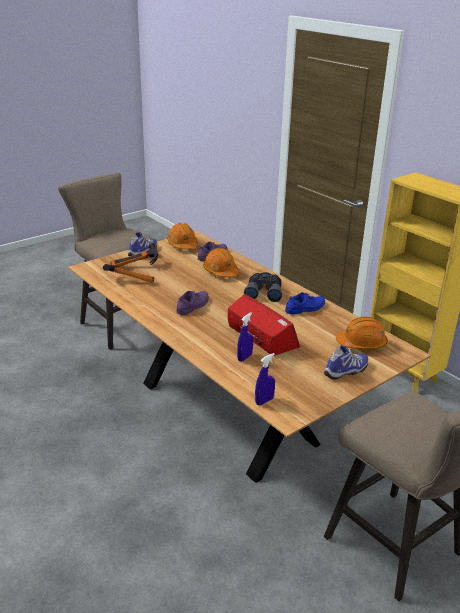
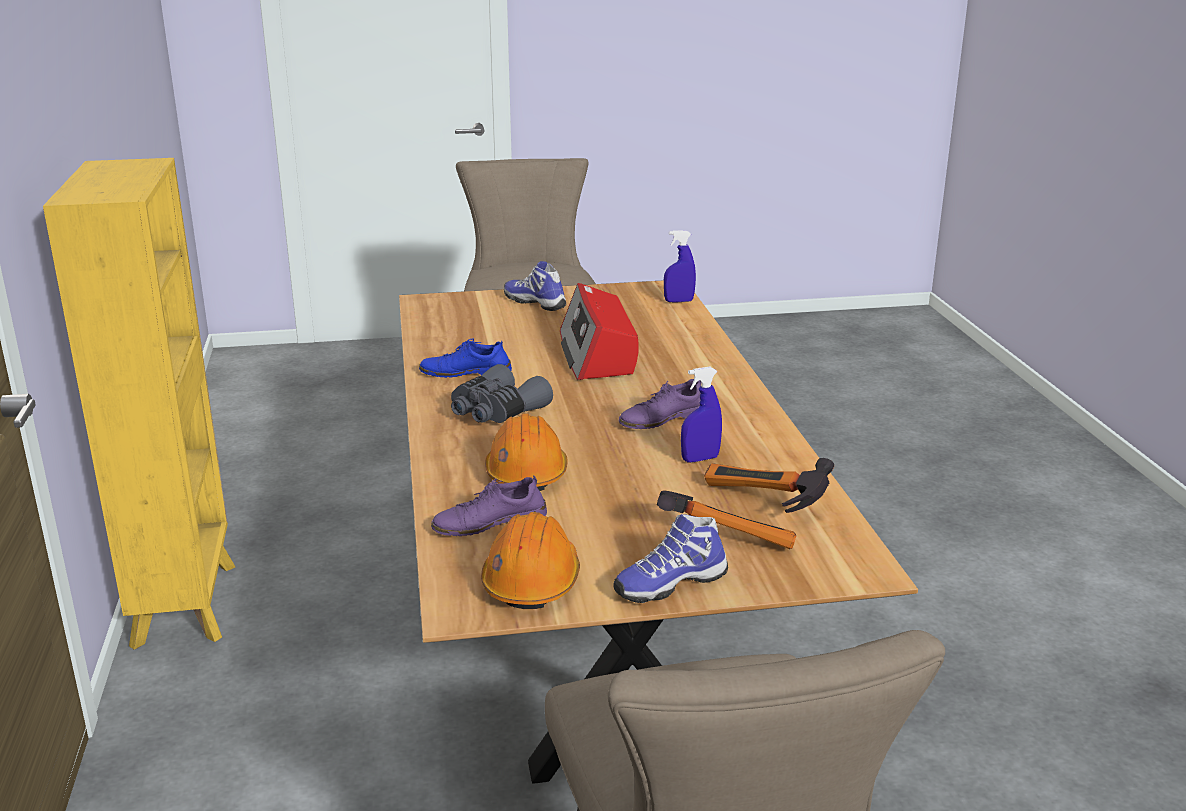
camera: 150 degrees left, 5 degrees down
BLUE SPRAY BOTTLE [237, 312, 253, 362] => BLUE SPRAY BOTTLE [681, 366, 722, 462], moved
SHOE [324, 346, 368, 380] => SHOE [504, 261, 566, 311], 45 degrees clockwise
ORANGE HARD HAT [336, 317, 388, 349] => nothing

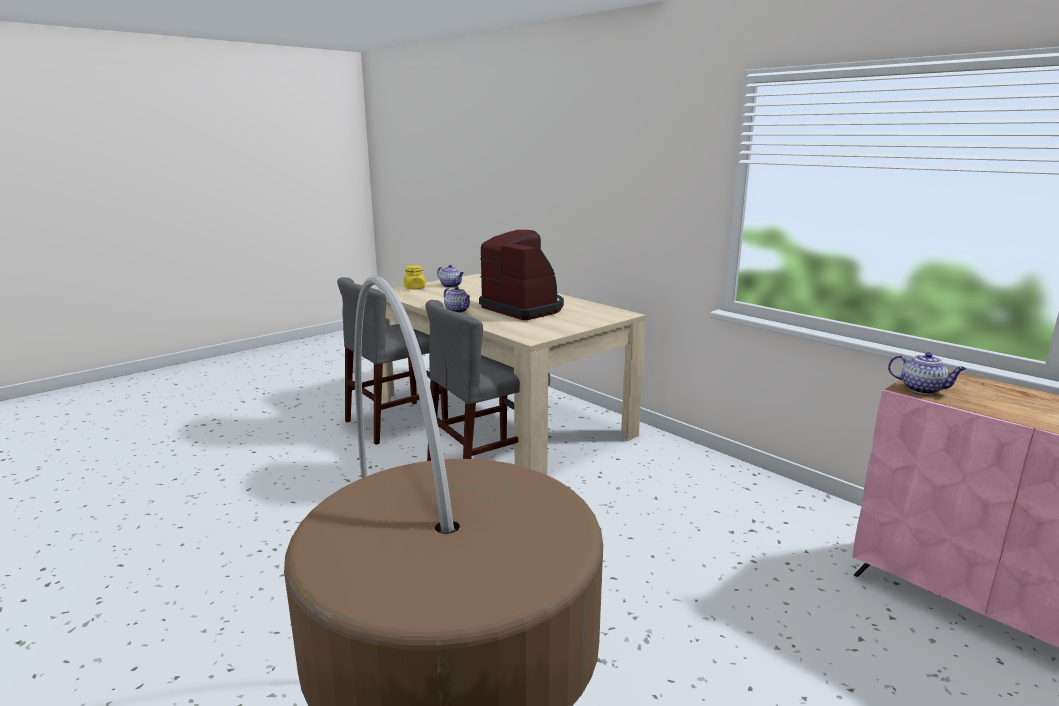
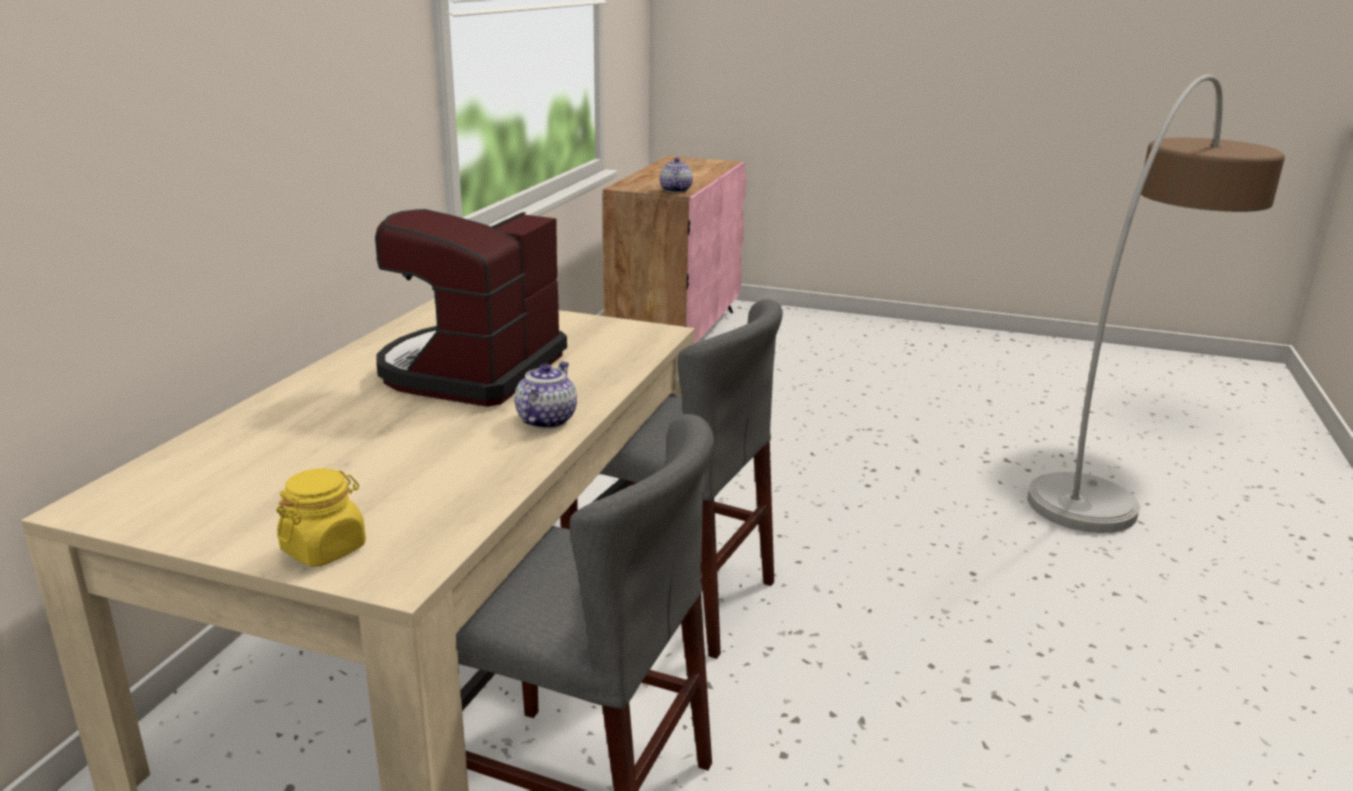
camera: 120 degrees left, 5 degrees up
TEAPOT [437, 265, 464, 288] => nothing

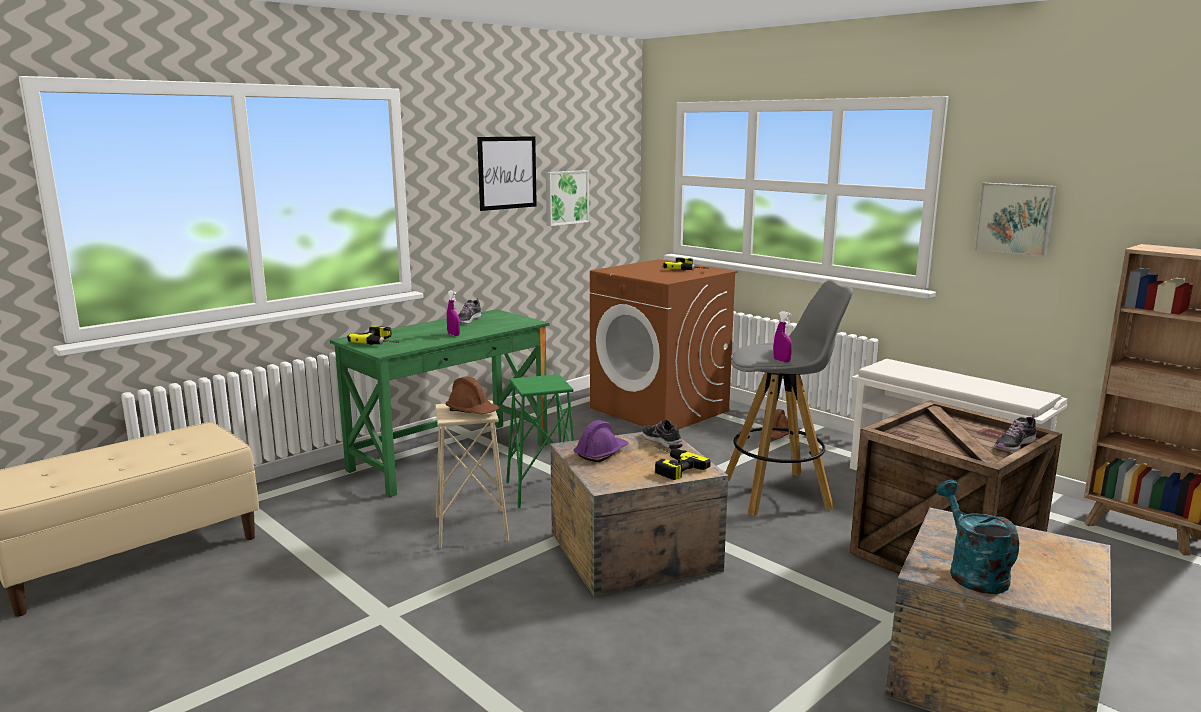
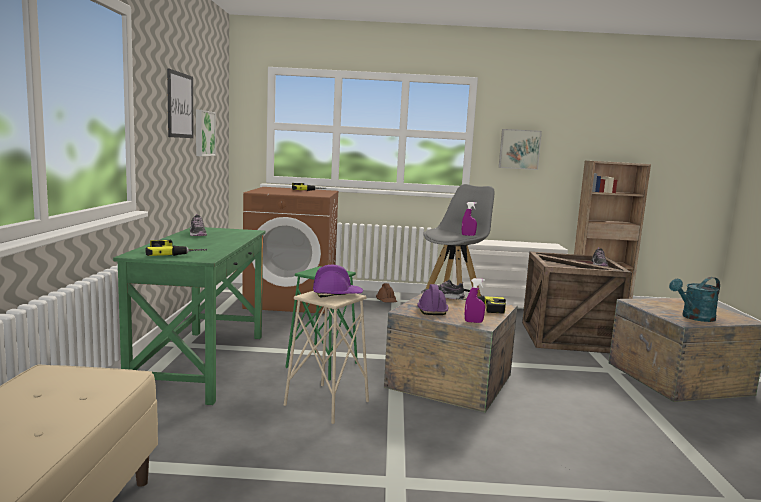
camera: 45 degrees left, 5 degrees down
BROWN HARD HAT [445, 376, 500, 414] => PURPLE HARD HAT [313, 265, 363, 297]
PURPLE SPRAY BOTTLE [447, 291, 460, 336] => PURPLE SPRAY BOTTLE [465, 278, 485, 323], moved
TURQUOISE WATERING CAN [936, 480, 1019, 594] => TURQUOISE WATERING CAN [669, 277, 720, 322], 60 degrees counterclockwise

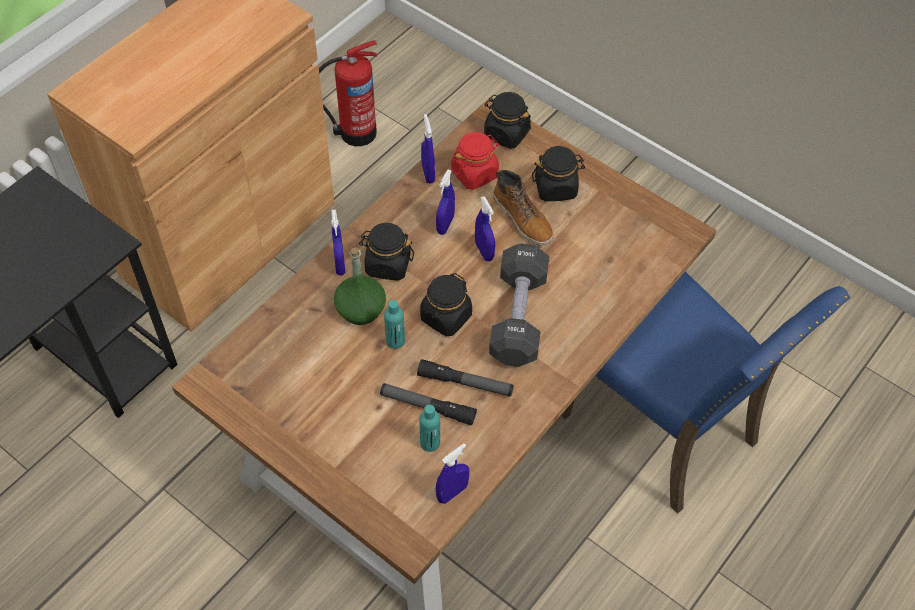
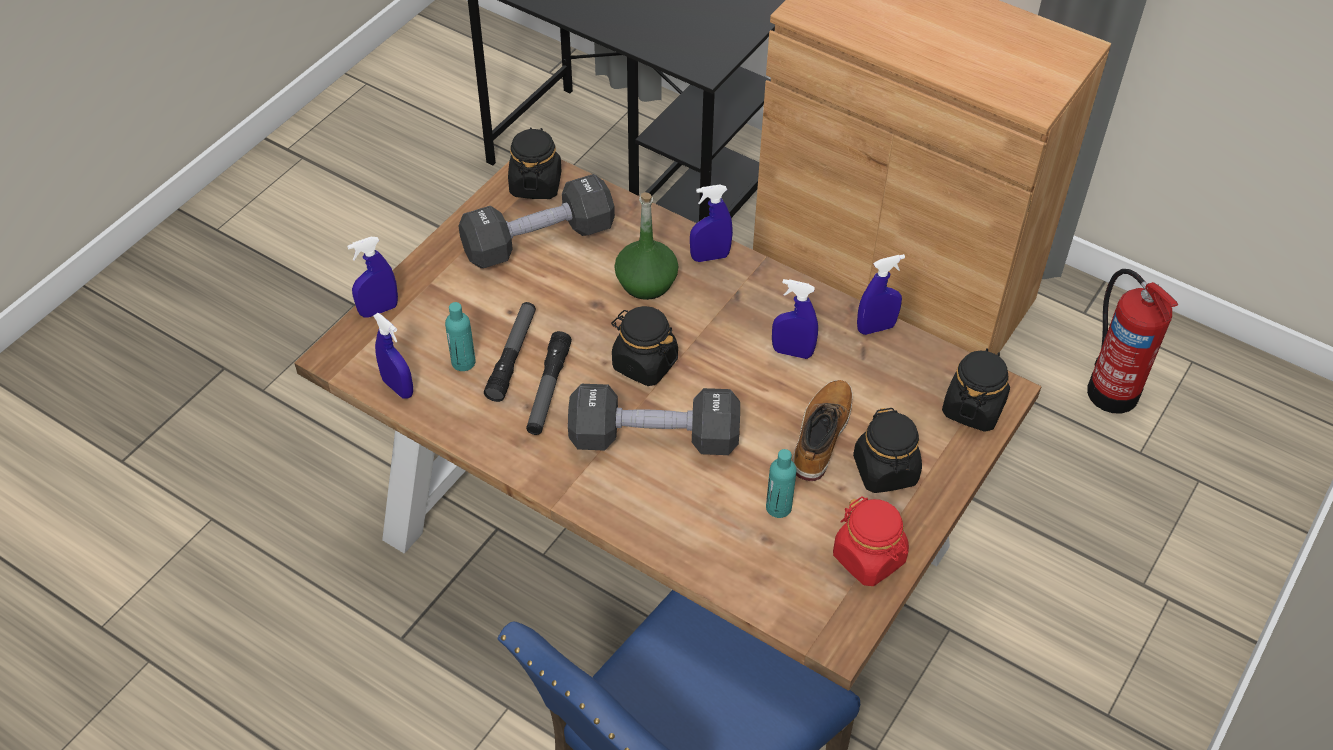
camera: 85 degrees right, 5 degrees down
BLACK JAR [359, 223, 414, 281] => BLACK JAR [508, 127, 562, 199], moved
TURQUOISE BOTTLE [384, 300, 405, 349] => TURQUOISE BOTTLE [766, 449, 797, 518], moved
RED JAR [451, 132, 500, 190] => RED JAR [833, 496, 909, 586], moved
BLUE SPRAY BOTTLE [475, 196, 495, 261] => BLUE SPRAY BOTTLE [347, 237, 398, 318], moved
BOOT [493, 169, 554, 245] => BOOT [792, 380, 853, 481], 150 degrees clockwise
nothing => BLACK DUMBBELL [458, 174, 615, 268]

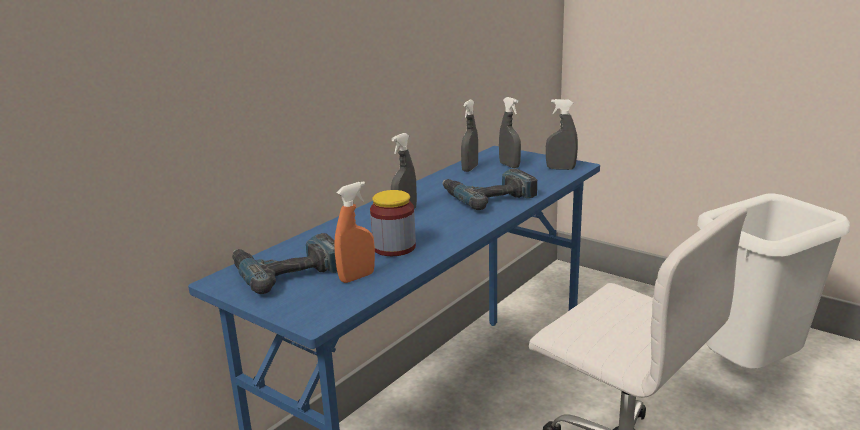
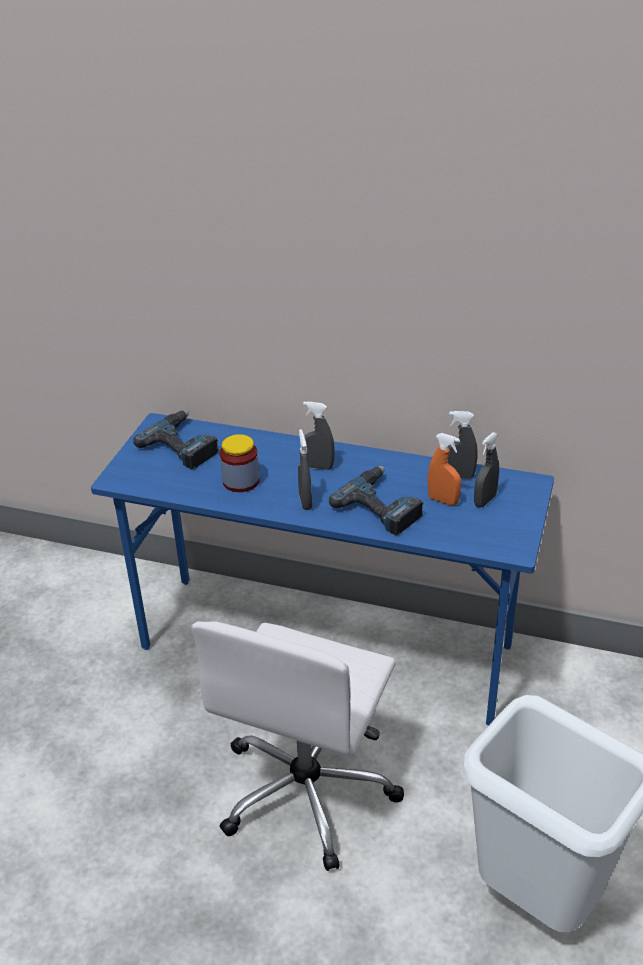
camera: 70 degrees right, 15 degrees up
ORANGE SPRAY BOTTLE [334, 181, 375, 283] => ORANGE SPRAY BOTTLE [428, 433, 461, 505], moved
GREY SPRAY BOTTLE [546, 99, 578, 170] => GREY SPRAY BOTTLE [298, 429, 312, 510], moved

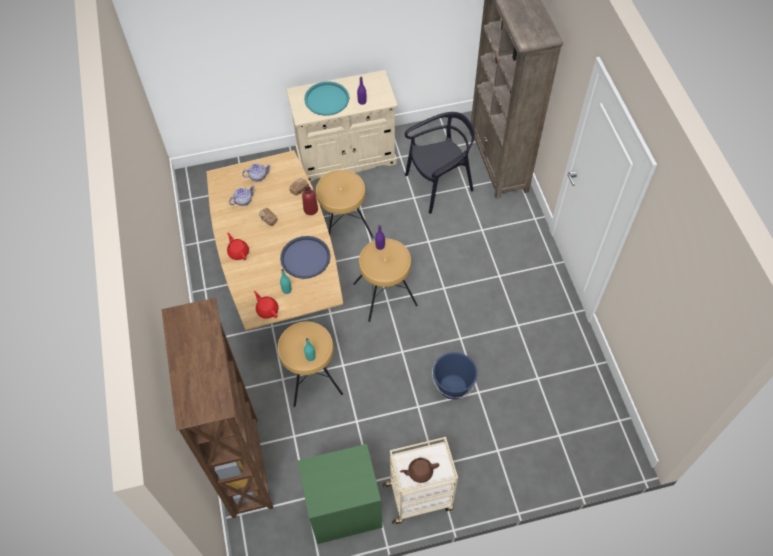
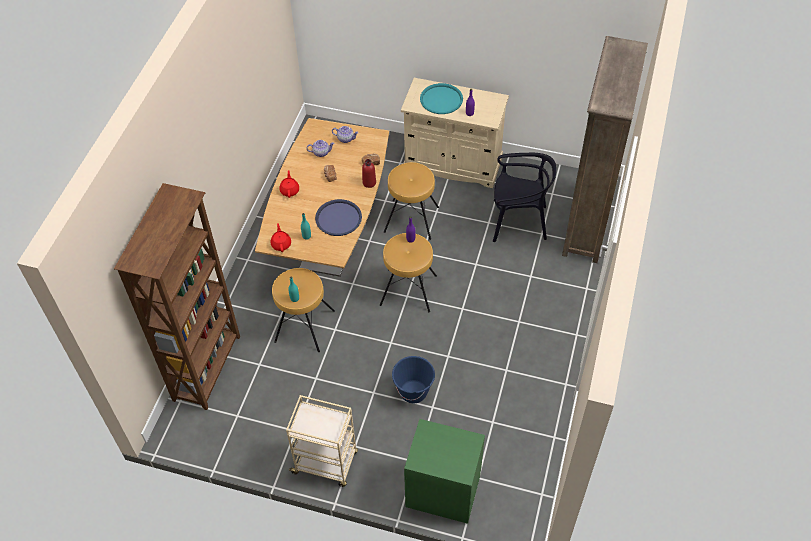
camera: 30 degrees right, 5 degrees down
GREEN NIGHTSTAND [298, 444, 383, 544] => GREEN NIGHTSTAND [404, 419, 485, 524], moved
BROWN TEAPOT [400, 458, 439, 483] => nothing

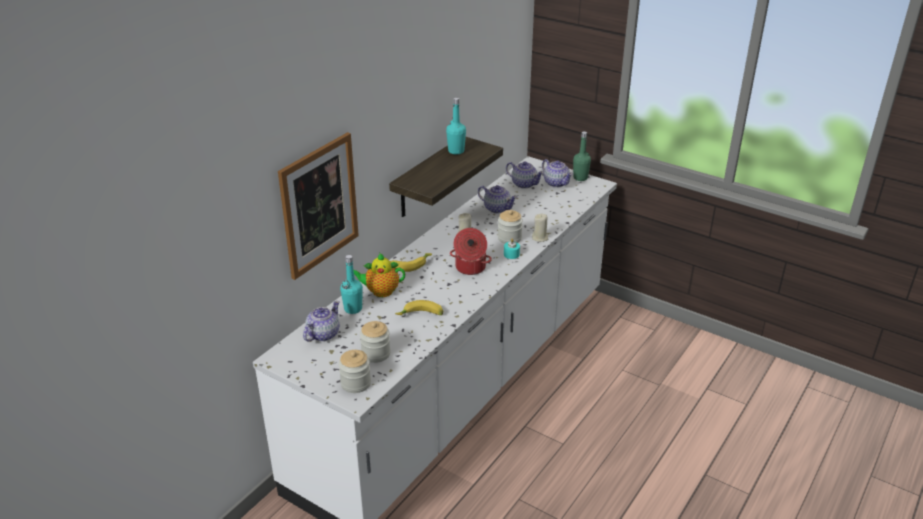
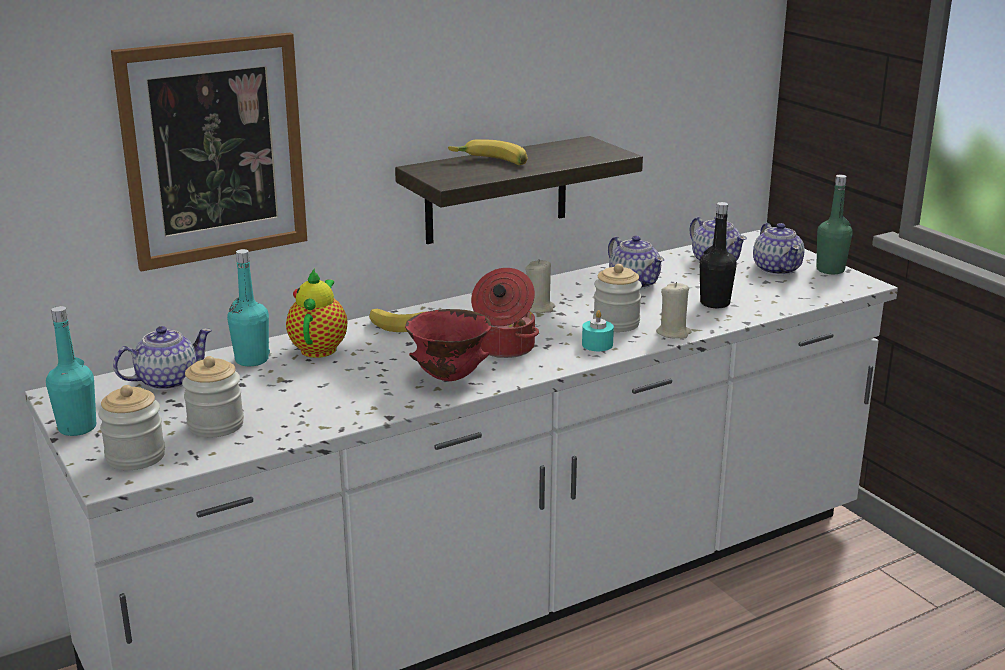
camera: 25 degrees right, 10 degrees down
TEAPOT [354, 253, 405, 297] => TEAPOT [286, 269, 347, 358], 75 degrees clockwise
BANANA [395, 300, 443, 315] => BANANA [448, 139, 528, 165], moved
TURQUOISE BOTTLE [446, 97, 466, 155] => TURQUOISE BOTTLE [46, 306, 96, 436], moved
nothing => RED BOWL [405, 309, 492, 381]
nothing => BLACK BOTTLE [700, 202, 737, 308]

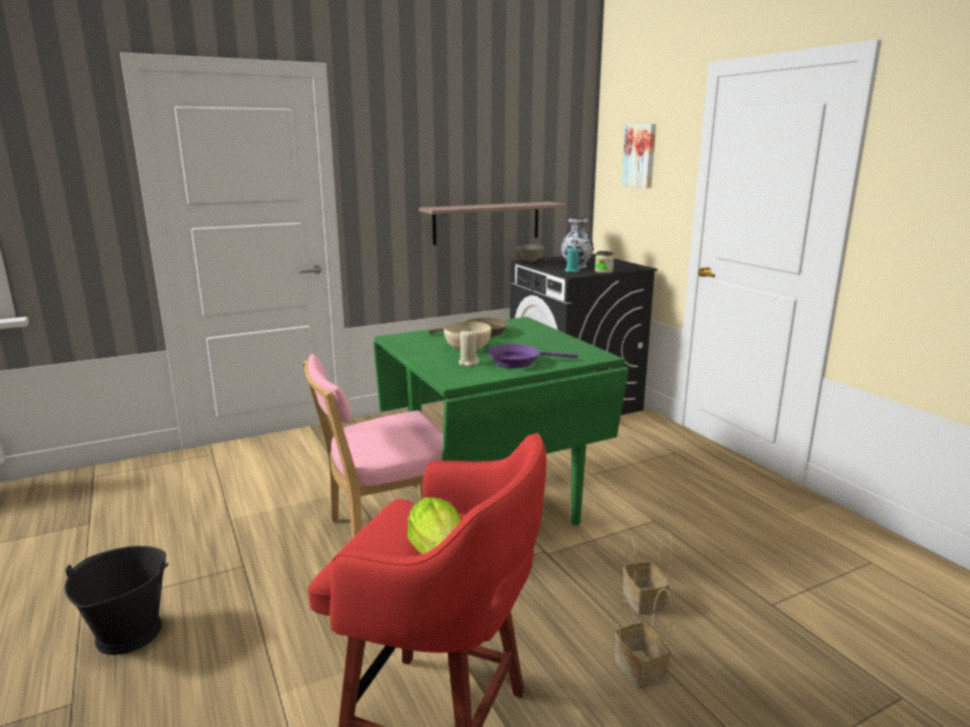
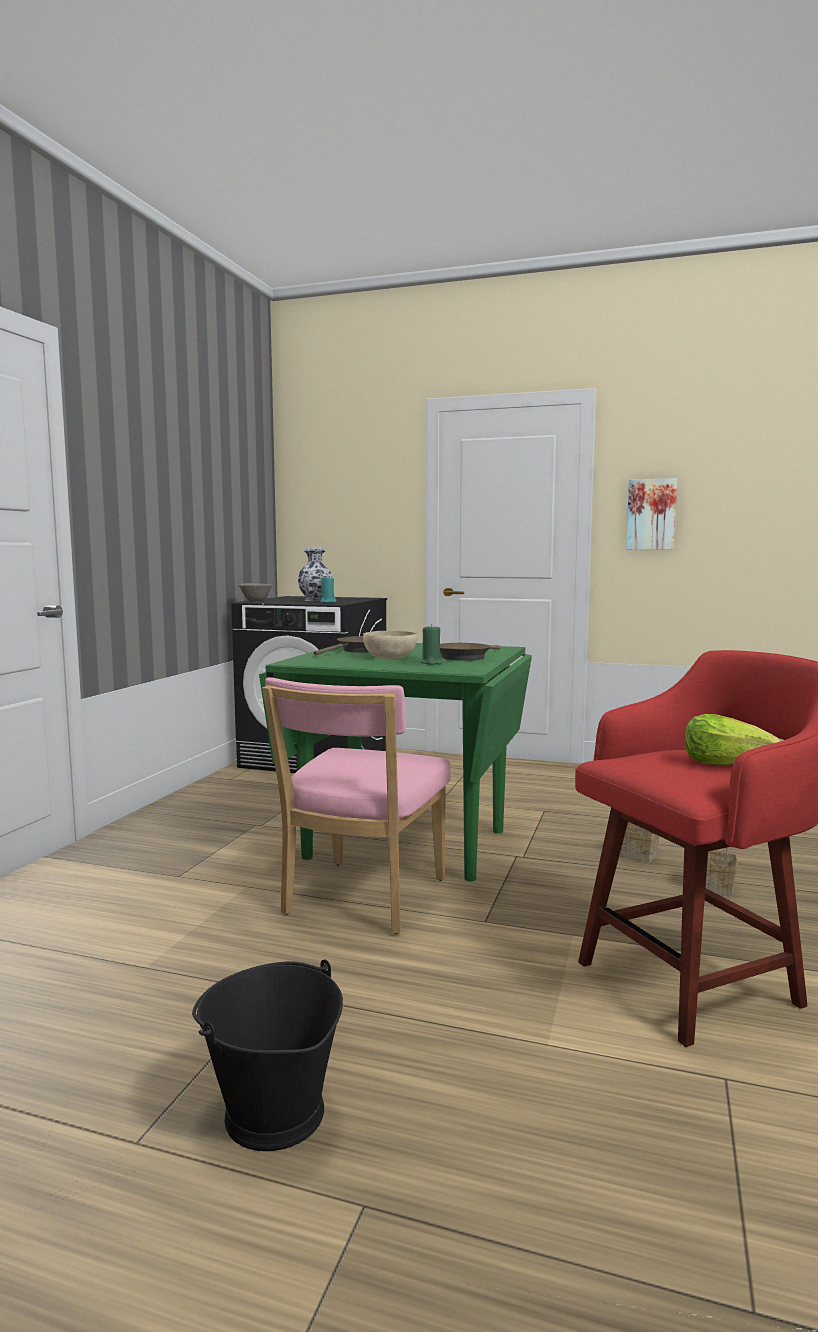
camera: 45 degrees left, 10 degrees down
SHELF [419, 202, 566, 245] => nothing
BEIGE CANDLE [459, 329, 479, 367] => GREEN CANDLE [421, 624, 443, 665]
PURPLE FRYING PAN [488, 344, 578, 368] => BROWN FRYING PAN [440, 643, 501, 661]
JAR [595, 251, 614, 273] => nothing
PICTURE [622, 124, 656, 188] => PICTURE [626, 478, 677, 550], moved

